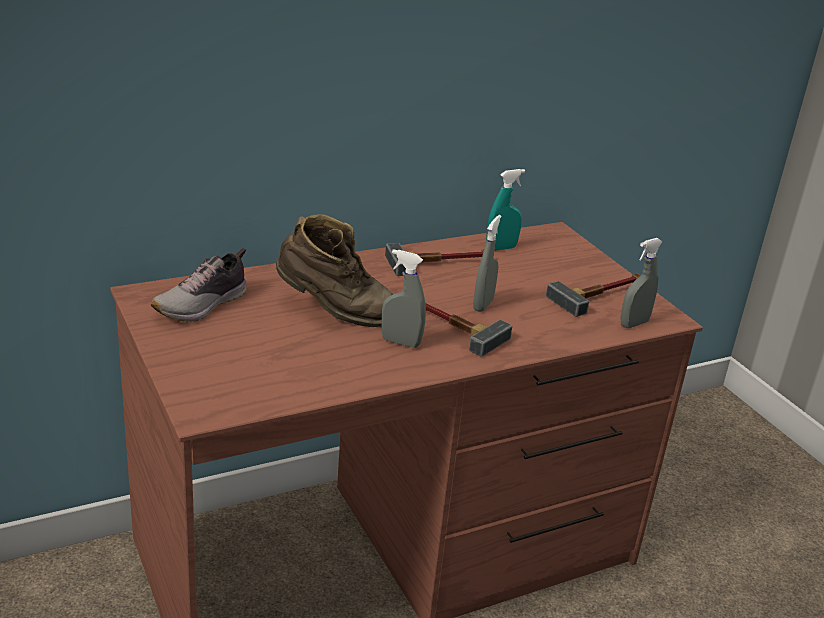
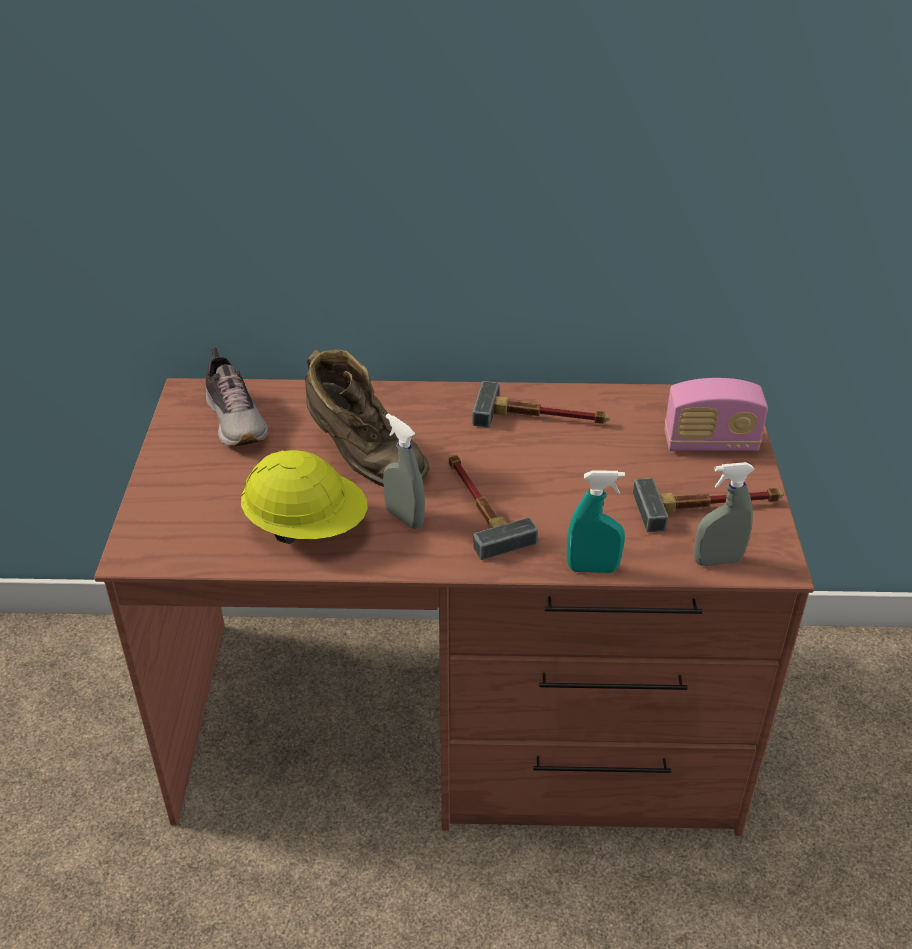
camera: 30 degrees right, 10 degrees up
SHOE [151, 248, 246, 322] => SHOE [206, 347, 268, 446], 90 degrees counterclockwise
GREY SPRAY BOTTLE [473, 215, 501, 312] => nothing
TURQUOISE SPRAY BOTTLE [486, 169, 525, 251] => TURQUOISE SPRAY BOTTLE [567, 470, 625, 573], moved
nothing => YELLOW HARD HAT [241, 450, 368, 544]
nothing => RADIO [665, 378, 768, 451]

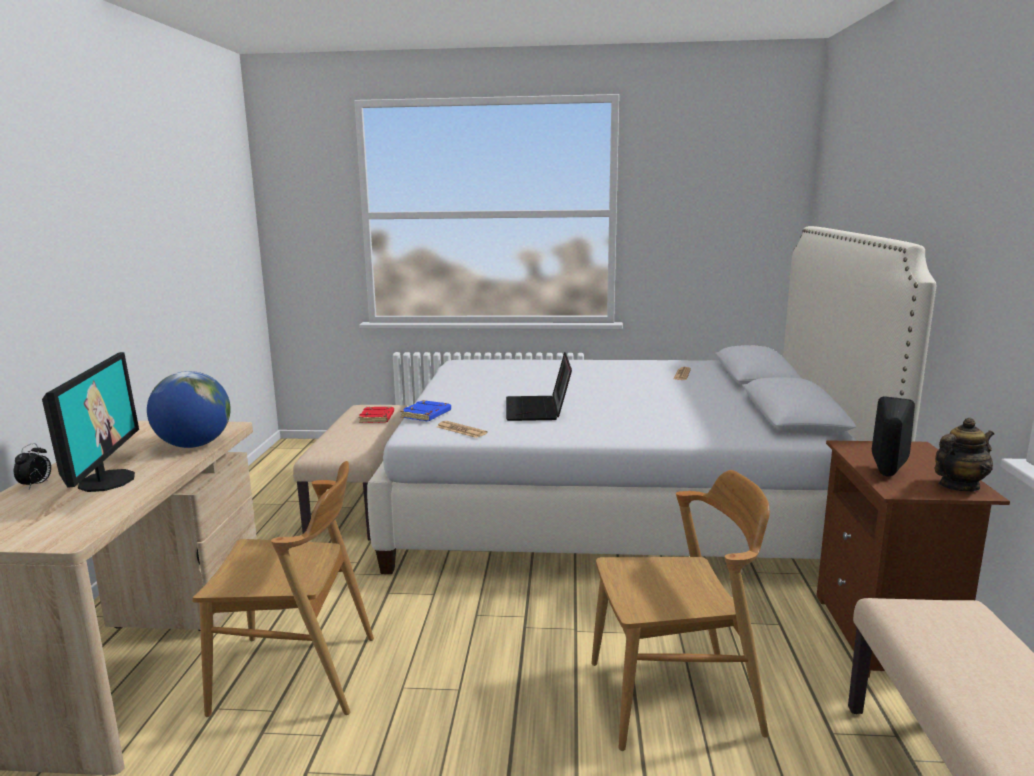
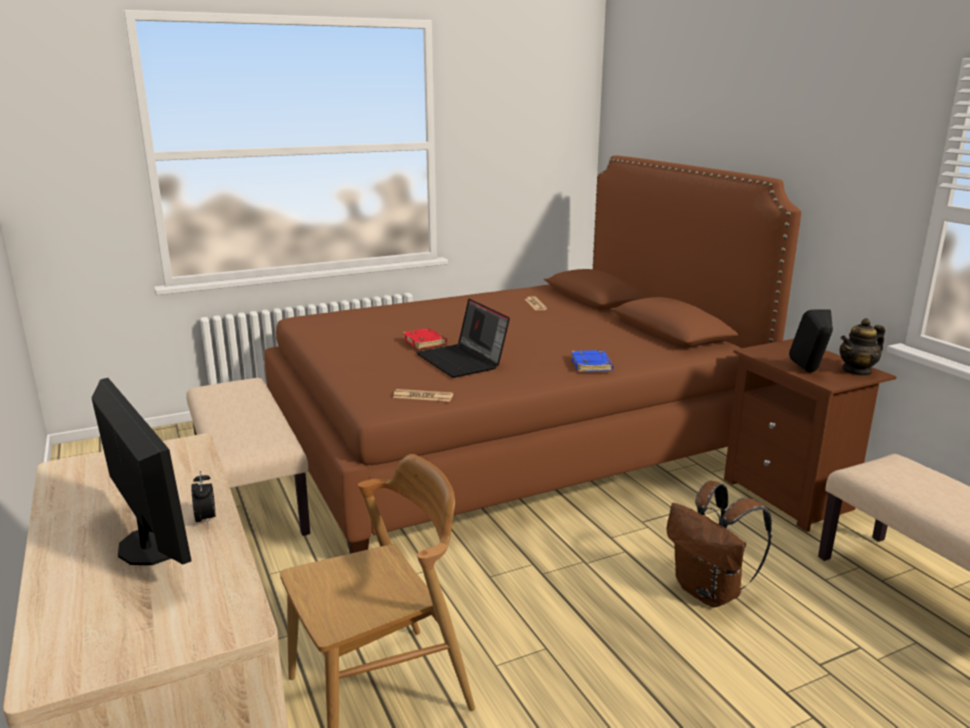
camera: 30 degrees left, 5 degrees up
ALARM CLOCK [14, 443, 51, 489] => ALARM CLOCK [191, 471, 215, 525], moved
GLOBE [147, 371, 231, 448] => nothing
RED BOOK [359, 407, 394, 423] => RED BOOK [402, 328, 447, 349], moved
WHITE BED [367, 226, 936, 574] => BROWN BED [264, 156, 801, 554]
BLUE BOOK [400, 400, 451, 421] => BLUE BOOK [571, 350, 613, 372], moved
BROWN CHAIR [591, 470, 770, 751] => BROWN BACKPACK [666, 481, 772, 607]
TEAPOT [935, 418, 994, 491] => TEAPOT [840, 318, 885, 376], 150 degrees counterclockwise

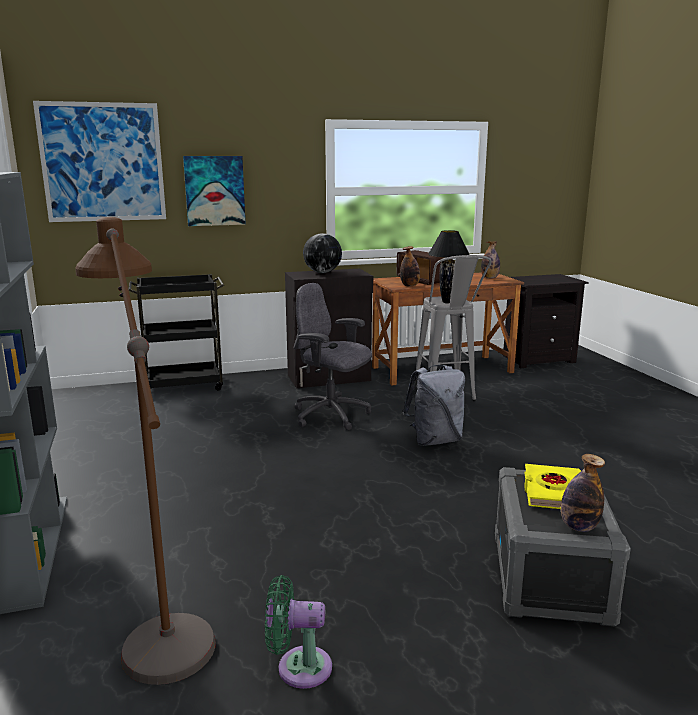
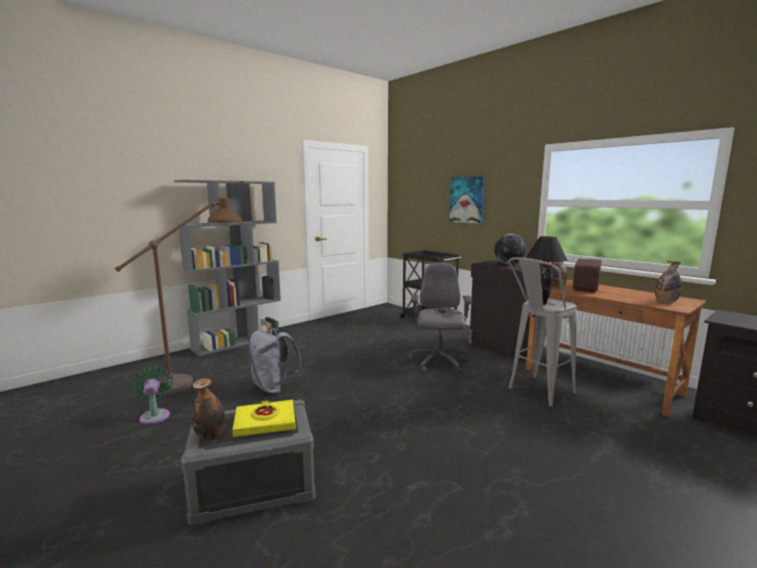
camera: 65 degrees right, 5 degrees down
PICTURE [33, 101, 166, 222] => nothing
GREY BACKPACK [403, 365, 465, 446] => GREY BACKPACK [249, 328, 303, 394], moved

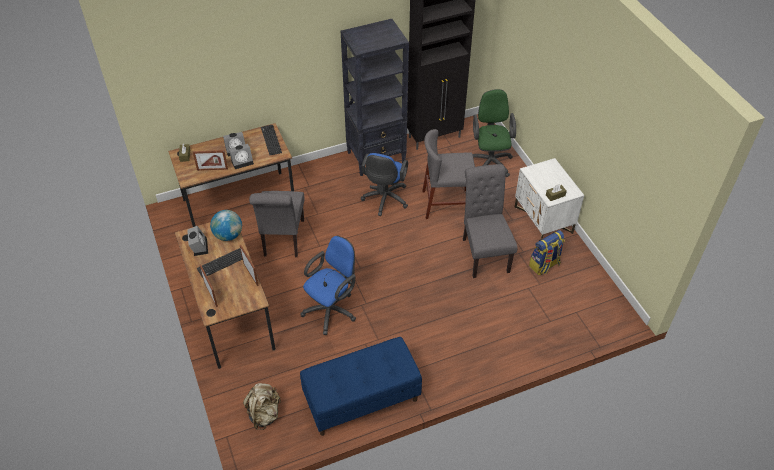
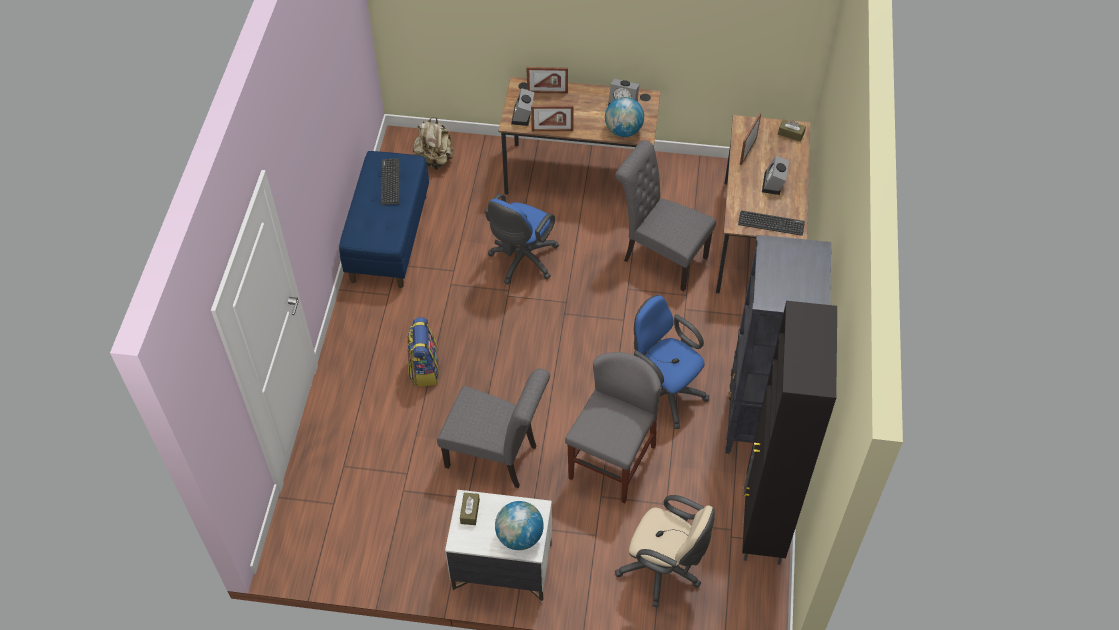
camera: 120 degrees right, 5 degrees up
KEYBOARD [197, 248, 243, 278] => KEYBOARD [381, 158, 400, 205], moved
ALARM CLOCK [229, 144, 254, 169] => ALARM CLOCK [511, 88, 534, 126], moved
BLUE OFFICE CHAIR [300, 236, 356, 335] => BLUE OFFICE CHAIR [485, 194, 559, 284], 45 degrees clockwise
GREEN OFFICE CHAIR [473, 89, 516, 177] => BEIGE OFFICE CHAIR [615, 495, 715, 607]
BACKPACK [529, 230, 565, 275] => BACKPACK [407, 317, 439, 386], moved
nothing => GLOBE [495, 501, 544, 550]

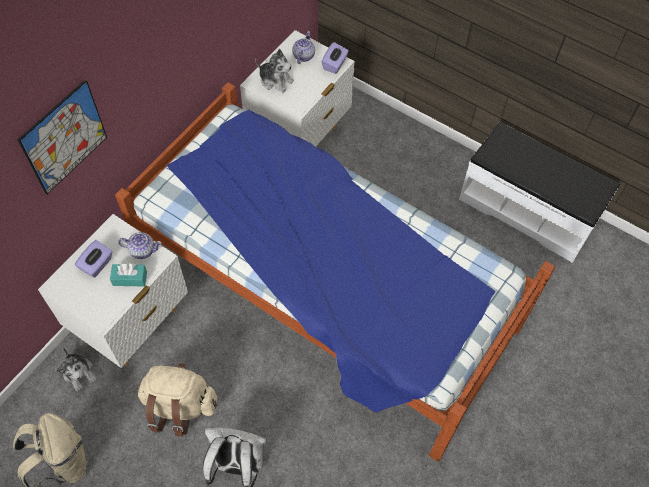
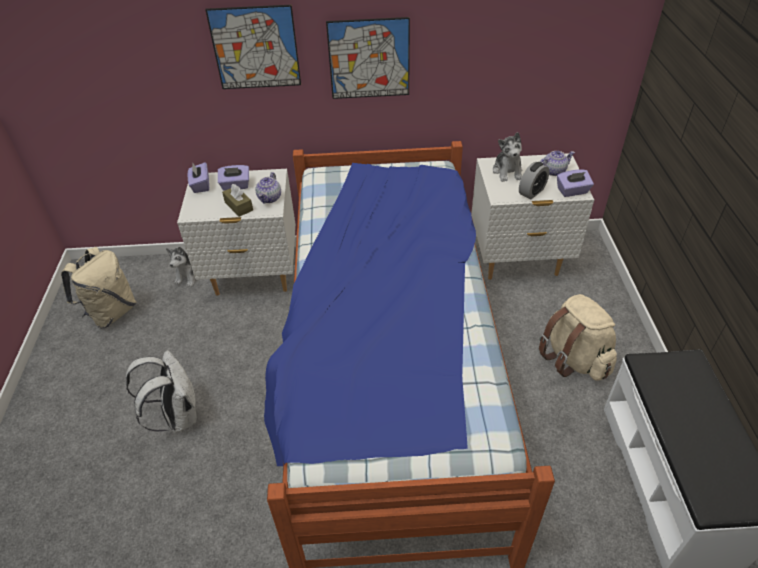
camera: 55 degrees right, 15 degrees down
TURQUOISE TISSUE BOX [110, 263, 147, 287] => BROWN TISSUE BOX [222, 184, 253, 217]
TEAPOT [118, 232, 161, 259] => TEAPOT [255, 172, 281, 204], 45 degrees clockwise
BEIGE BACKPACK [137, 363, 217, 437] => BEIGE BACKPACK [539, 294, 617, 381], moved
nothing => PURPLE TISSUE BOX [188, 162, 209, 193]
nothing => PICTURE [326, 17, 410, 99]
nothing => ALARM CLOCK [519, 162, 550, 199]

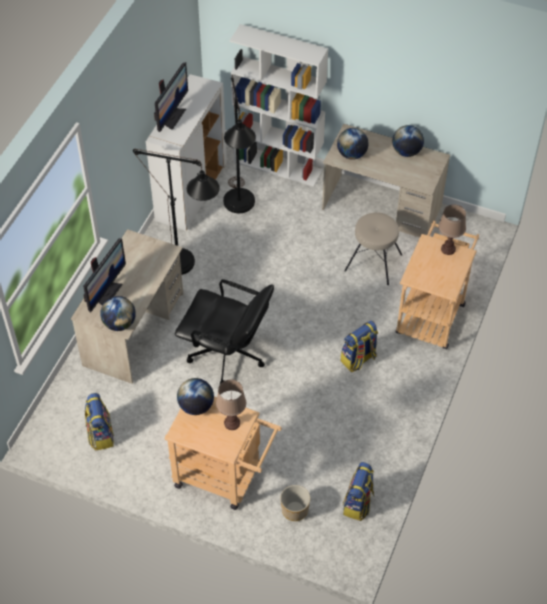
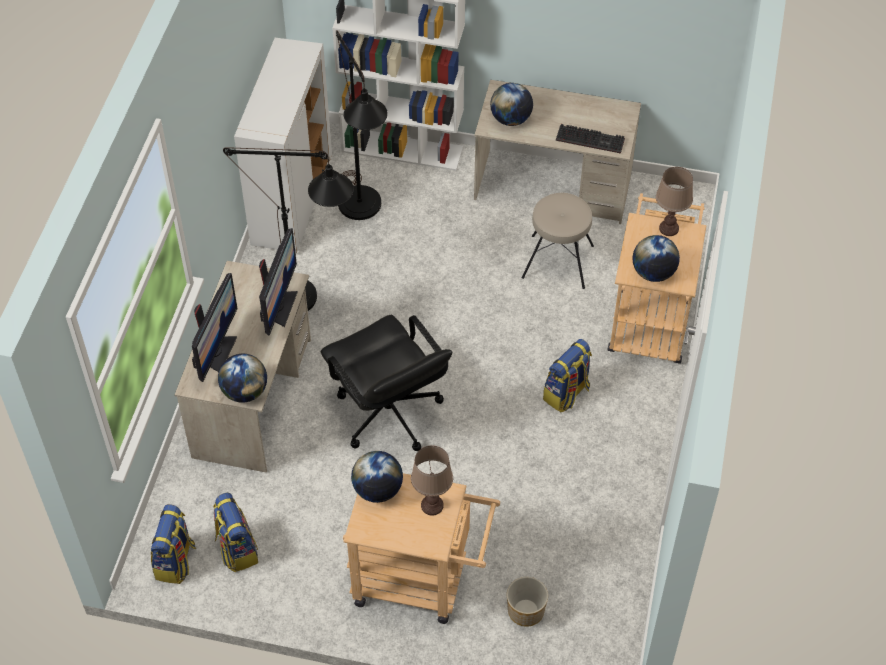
camera: 10 degrees left, 0 degrees up
MONITOR [154, 62, 188, 132] => MONITOR [259, 228, 298, 336], moved
BLACK OFFICE CHAIR [175, 279, 274, 384] => BLACK OFFICE CHAIR [321, 314, 452, 451], 45 degrees clockwise
BACKPACK [343, 462, 375, 521] => BACKPACK [151, 504, 196, 584], moved
GLOBE [392, 125, 424, 157] => GLOBE [633, 235, 680, 282], moved
nothing => KEYBOARD [556, 124, 625, 154]

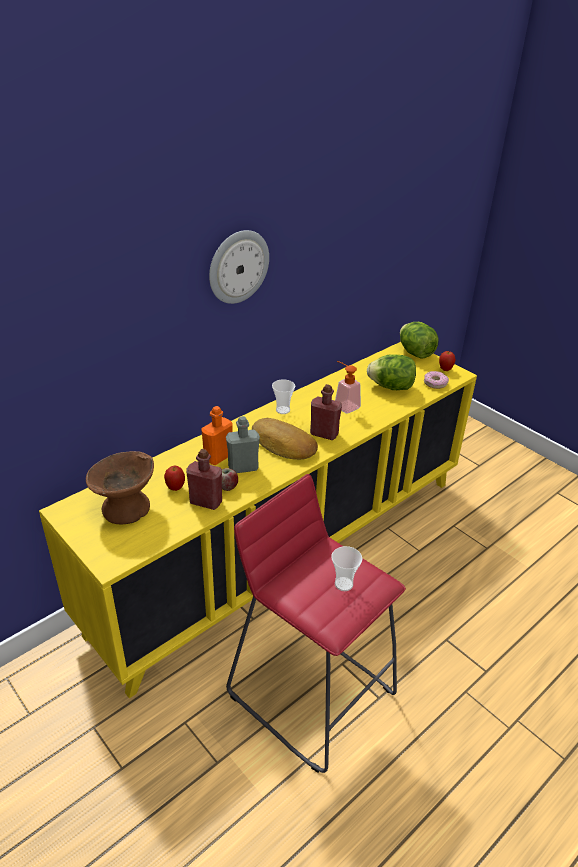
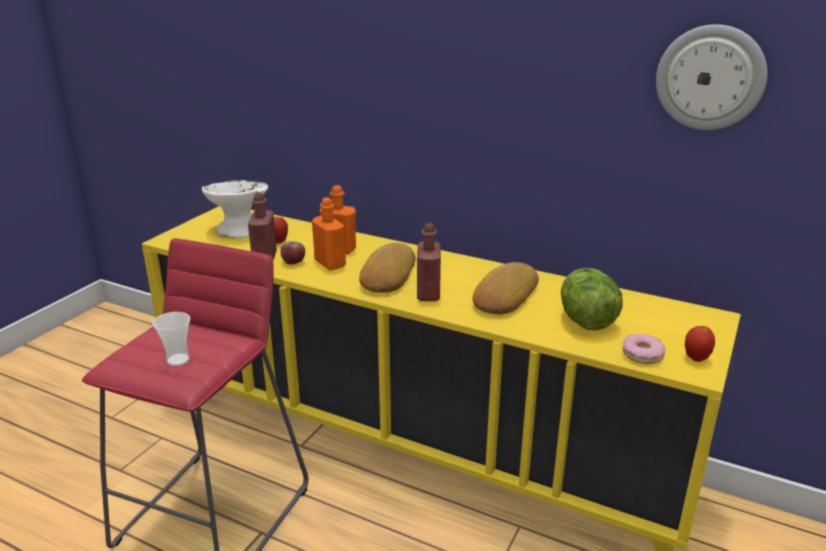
camera: 70 degrees right, 10 degrees down
BROWN BOWL [86, 451, 154, 524] => WHITE BOWL [202, 180, 268, 239]
WALL CLOCK [209, 230, 269, 304] => WALL CLOCK [656, 24, 768, 130], moved
GREY BOTTLE [226, 416, 260, 473] => ORANGE BOTTLE [312, 197, 346, 270]
CUP [272, 379, 295, 414] => nothing
SOAP DISPENSER [335, 361, 361, 414] => BREAD [472, 262, 539, 314]
LETTUCE [400, 322, 438, 359] => nothing

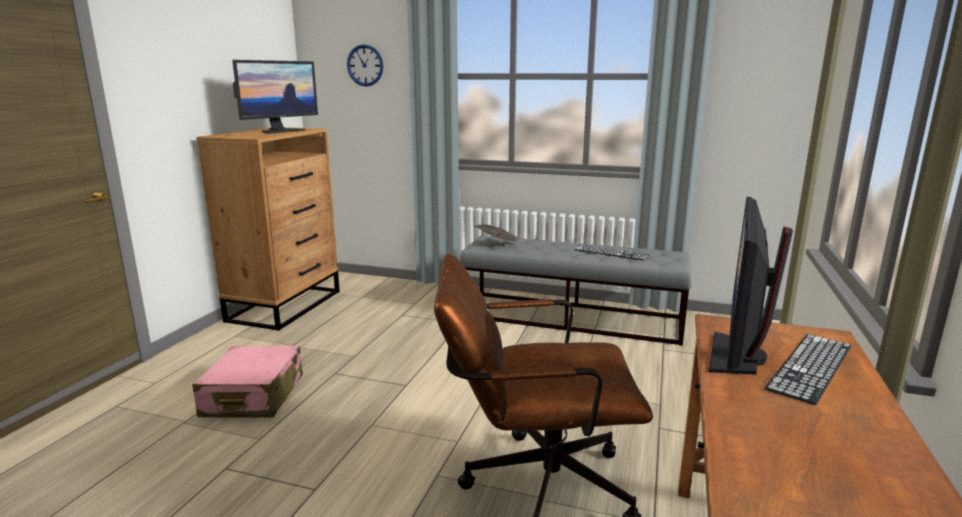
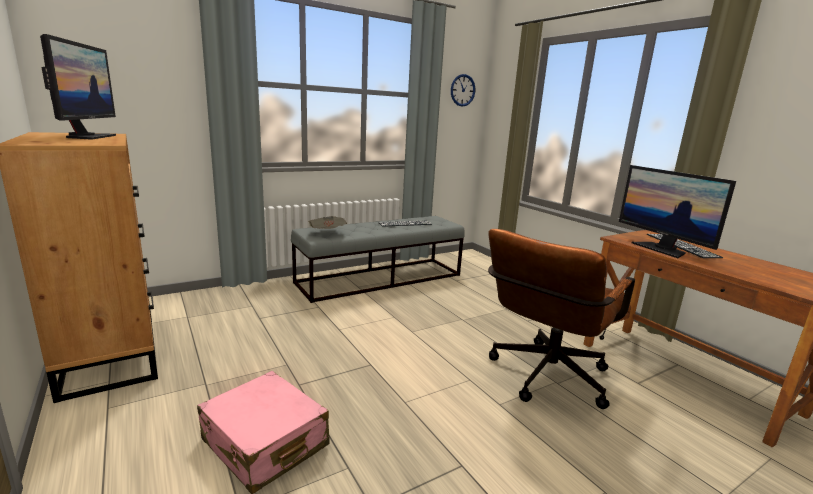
camera: 50 degrees left, 0 degrees up
WALL CLOCK [347, 44, 383, 86] => WALL CLOCK [451, 74, 475, 107], moved

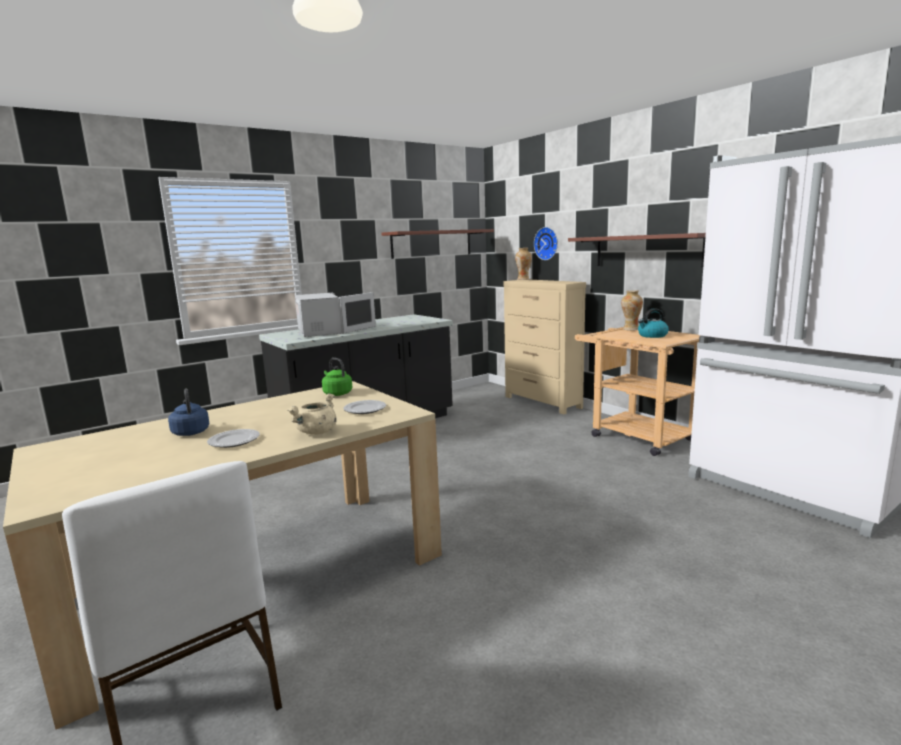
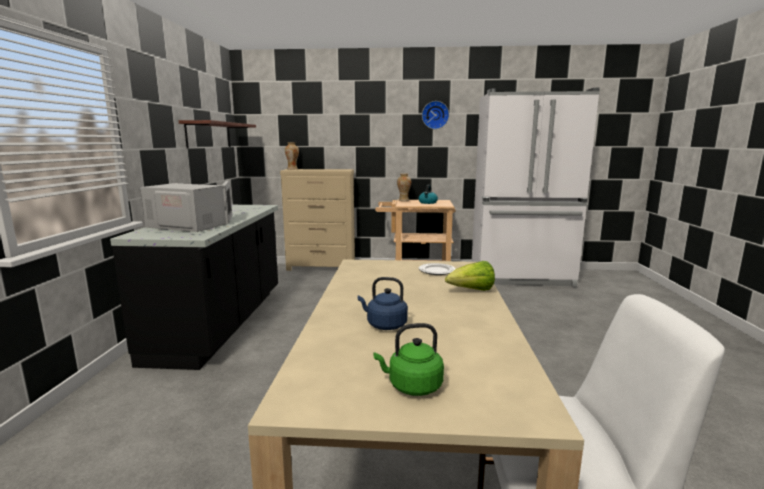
camera: 50 degrees left, 0 degrees up
PLATE [207, 429, 260, 448] => nothing
BEIGE COOKING POT [288, 393, 337, 435] => LETTUCE [445, 261, 495, 291]
GREEN KETTLE [322, 358, 353, 396] => GREEN KETTLE [373, 323, 444, 396], moved
WALL CLOCK [534, 227, 558, 260] => WALL CLOCK [422, 101, 449, 129], moved
SHELF [568, 233, 706, 268] => nothing

